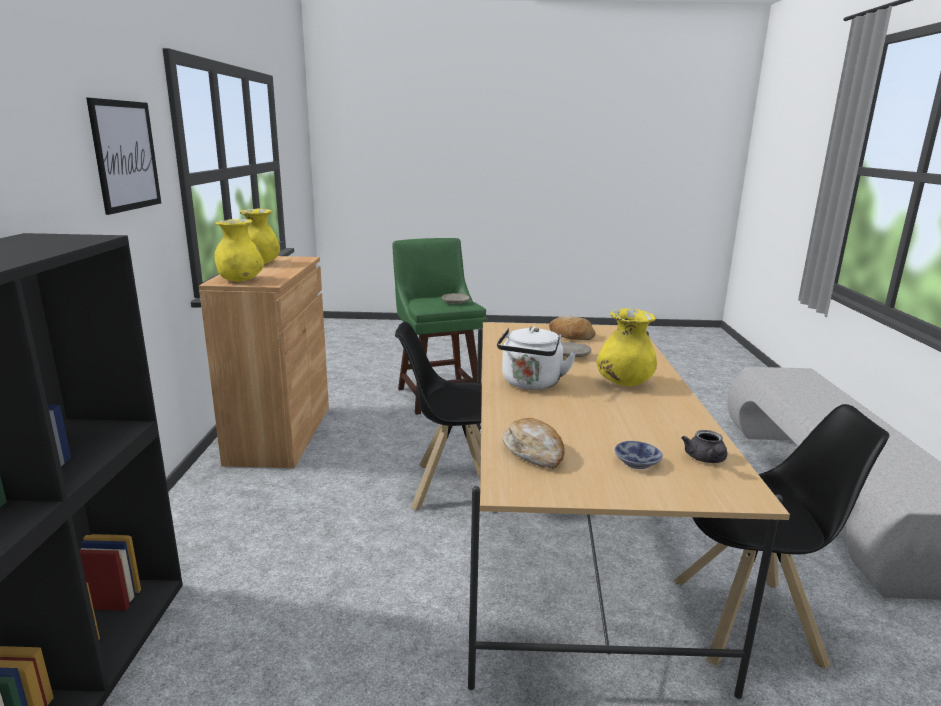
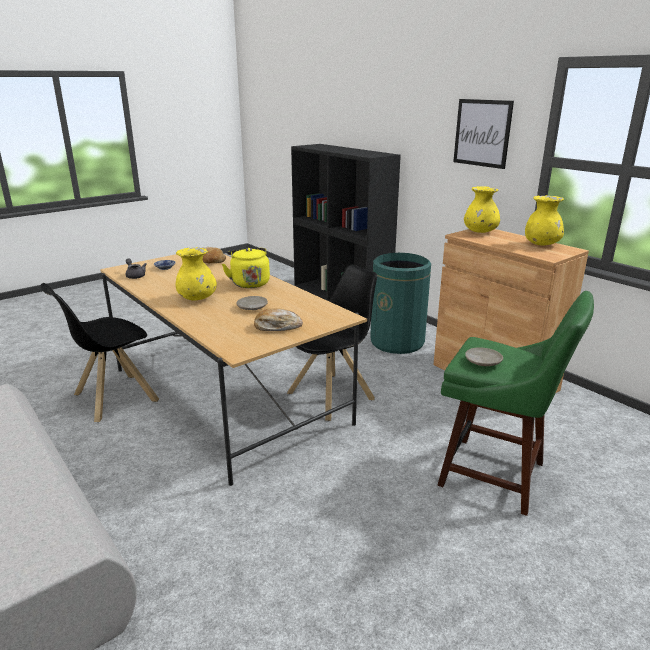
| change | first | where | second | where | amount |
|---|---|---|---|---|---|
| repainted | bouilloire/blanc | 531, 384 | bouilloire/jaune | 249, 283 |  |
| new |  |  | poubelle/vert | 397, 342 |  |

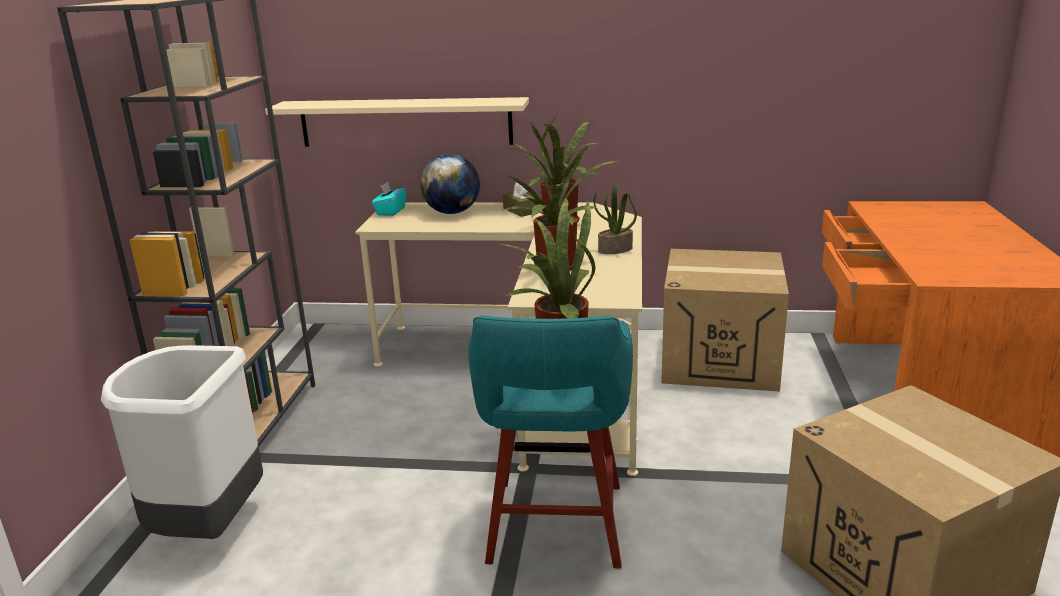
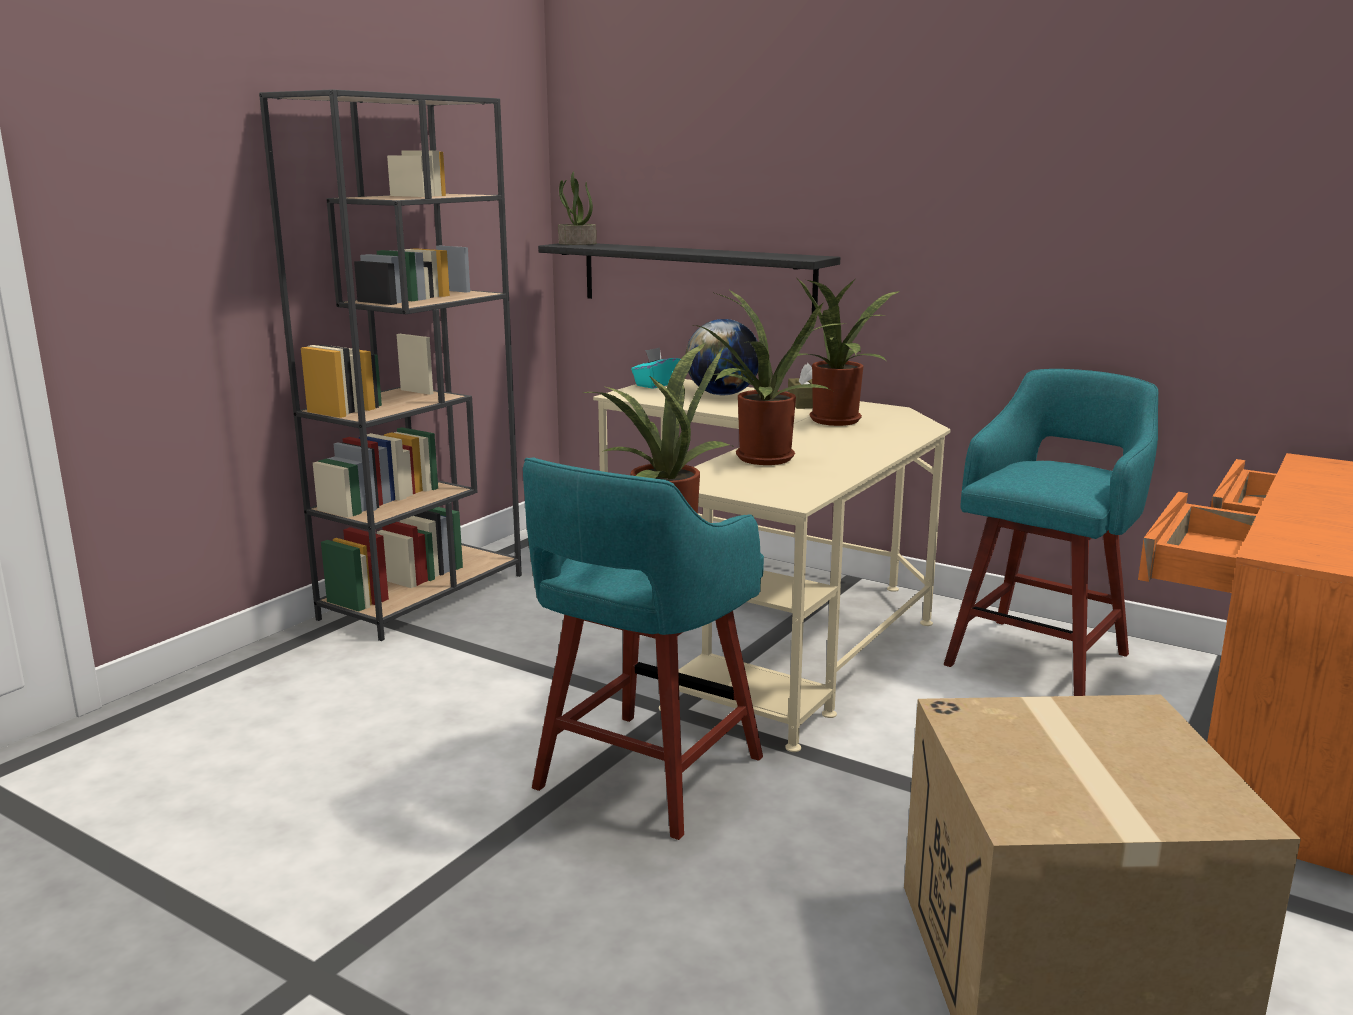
| change | first | where | second | where | amount |
|---|---|---|---|---|---|
| repainted | étagère/beige | 405, 122 | étagère/noir | 695, 278 |  |
| shifted | plante en pot | 615, 250 |  | 576, 244 |  |
| swapped | carton | 720, 360 | tabouret/turquoise | 1040, 657 |  |
| gone | poubelle/blanc | 207, 528 |  |  |  |

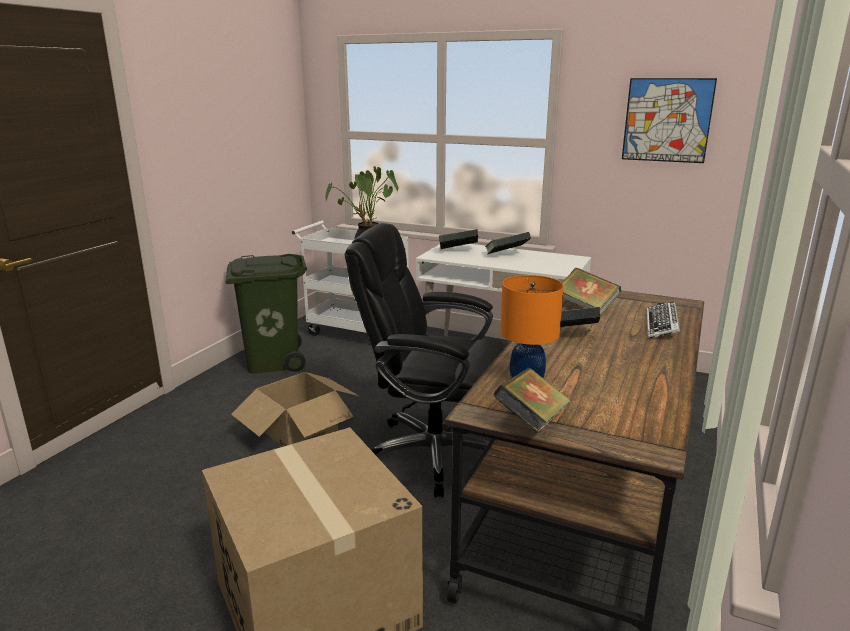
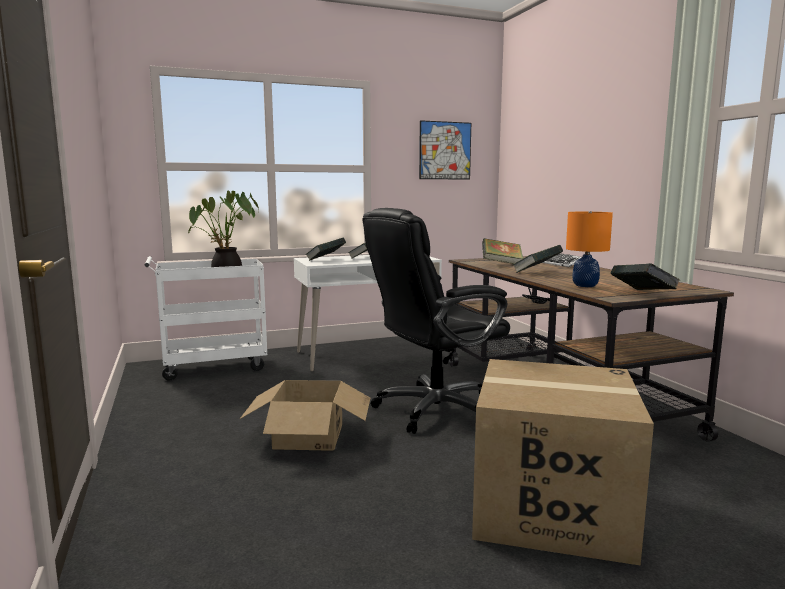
| change | first | where | second | where | amount |
|---|---|---|---|---|---|
| gone | poubelle/vert | 272, 361 |  |  |  |

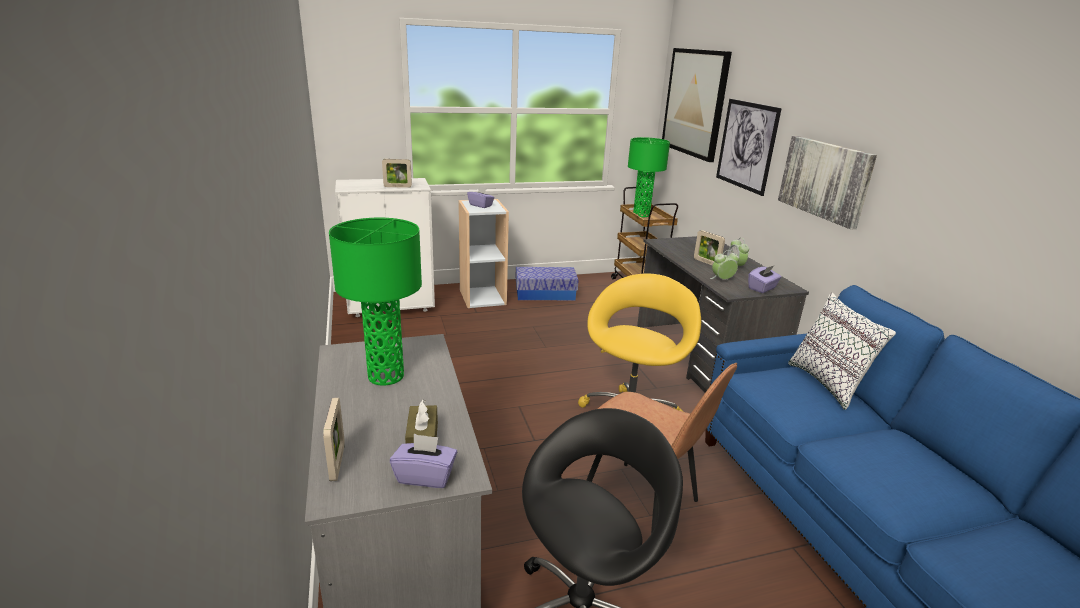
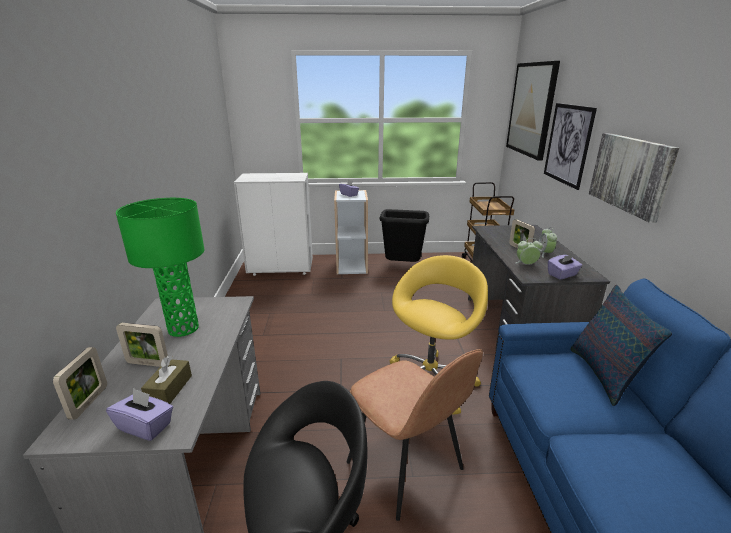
| change | first | where | second | where | amount |
|---|---|---|---|---|---|
| gone | lampe de table/vert | 641, 215 |  |  |  |
| shifted | cadre photo | 397, 187 |  | 148, 363 |  |
| swapped | boîte de rangement | 545, 294 | poubelle/noir | 402, 266 |  |
| repainted | coussin/blanc | 826, 384 | coussin/bleu | 603, 375 |  |

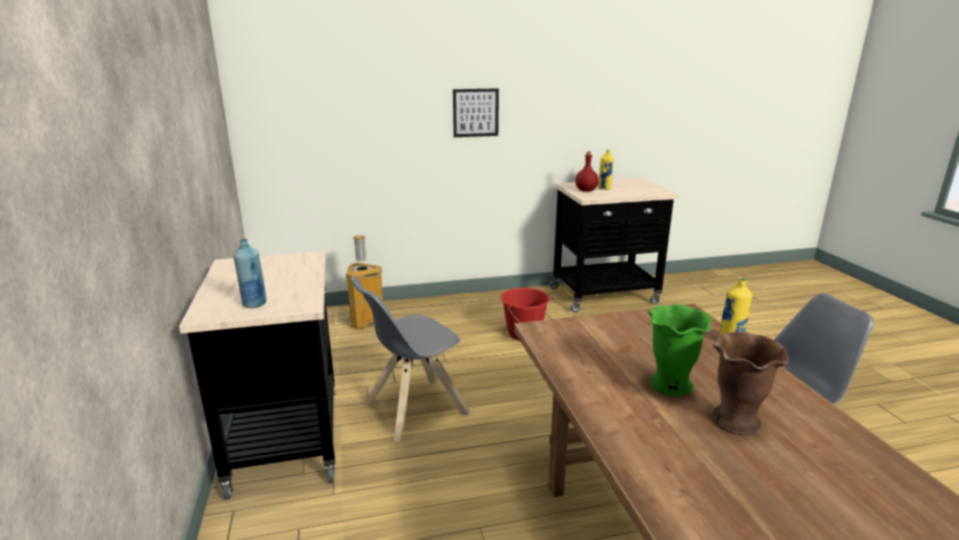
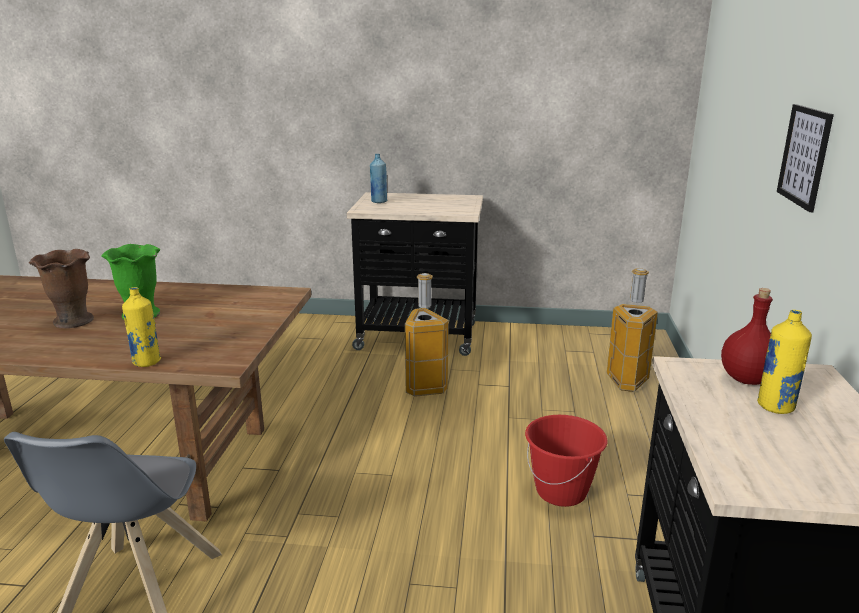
| change | first | where | second | where | amount |
|---|---|---|---|---|---|
| swapped | chaise/gris | 413, 409 | poubelle | 424, 387 |  |

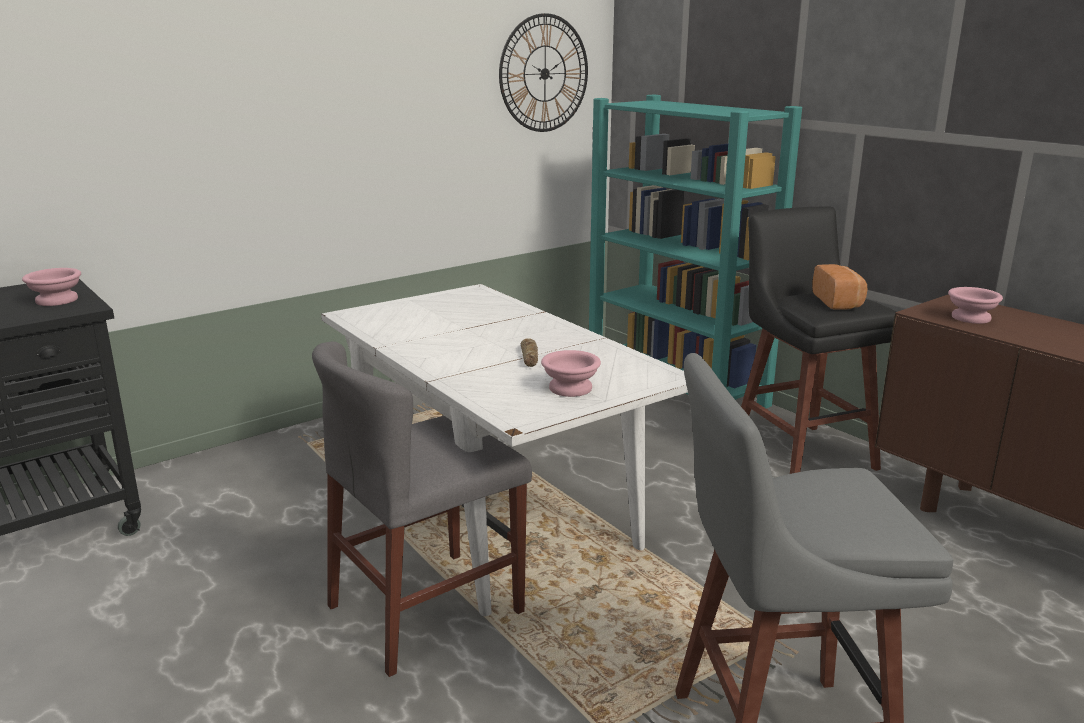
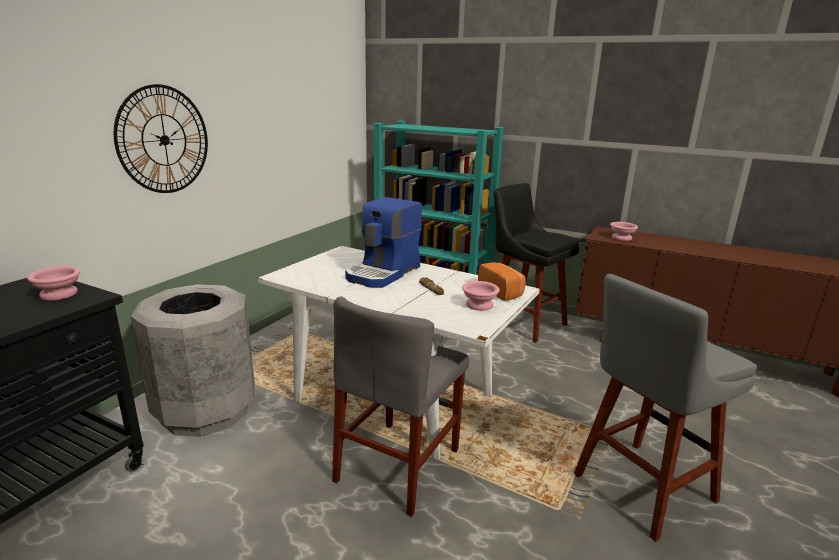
| change | first | where | second | where | amount |
|---|---|---|---|---|---|
| shifted | horloge murale | 544, 73 |  | 164, 140 |  |
| shifted | pain | 839, 302 |  | 502, 291 |  |
| new |  |  | machine à café | 384, 273 |  |
| new |  |  | poubelle/gris | 207, 410 |  |

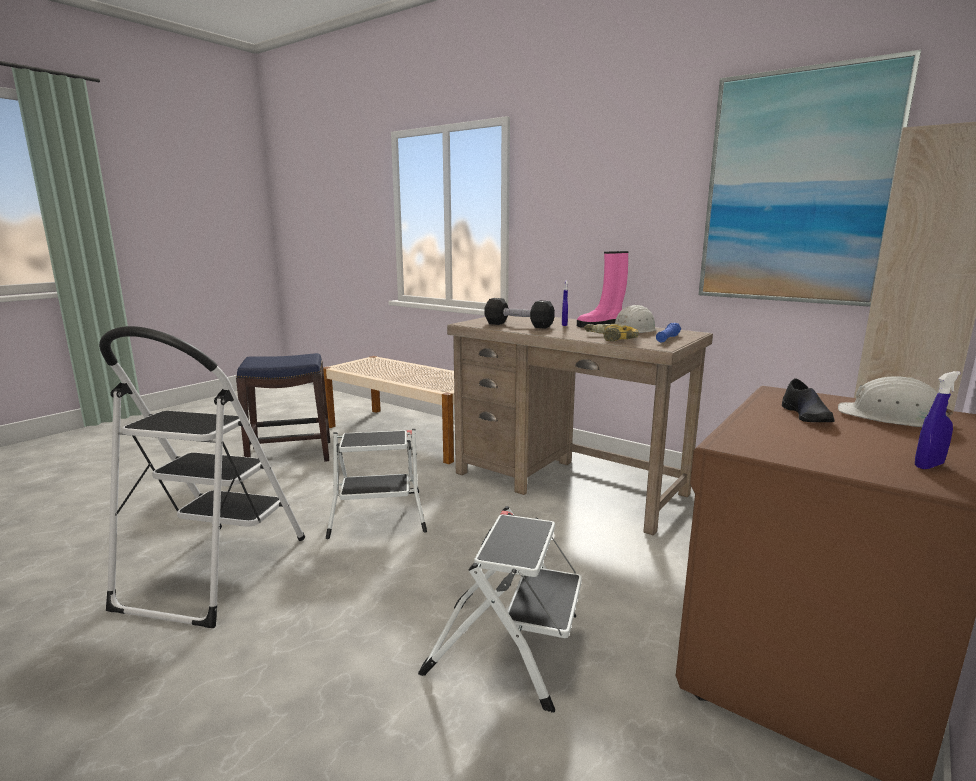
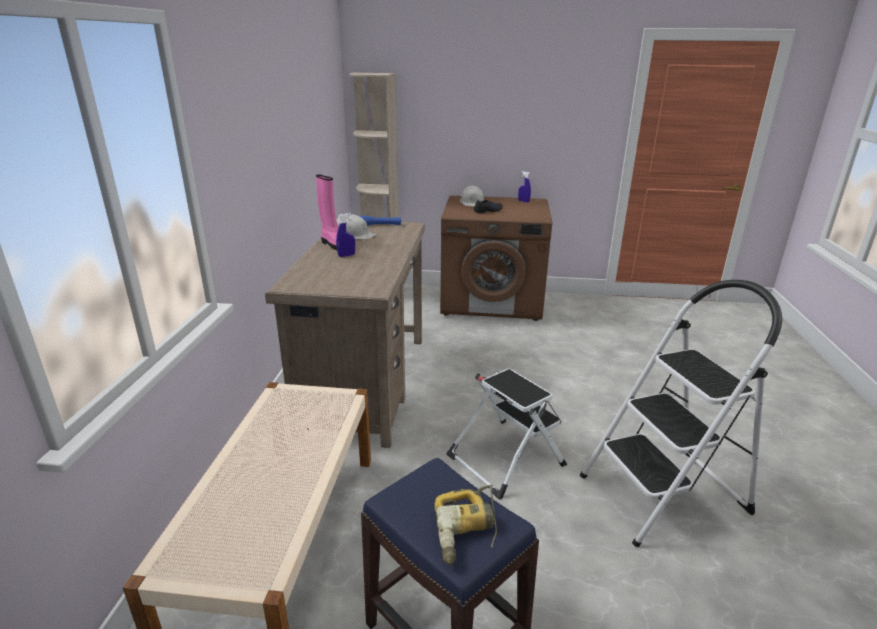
| change | first | where | second | where | amount |
|---|---|---|---|---|---|
| gone | tableau | 796, 189 |  |  |  |
| gone | haltère/noir | 518, 325 |  |  |  |
| shifted | perceuse | 609, 338 |  | 467, 530 |  |
| gone | escabeau | 505, 646 |  |  |  |

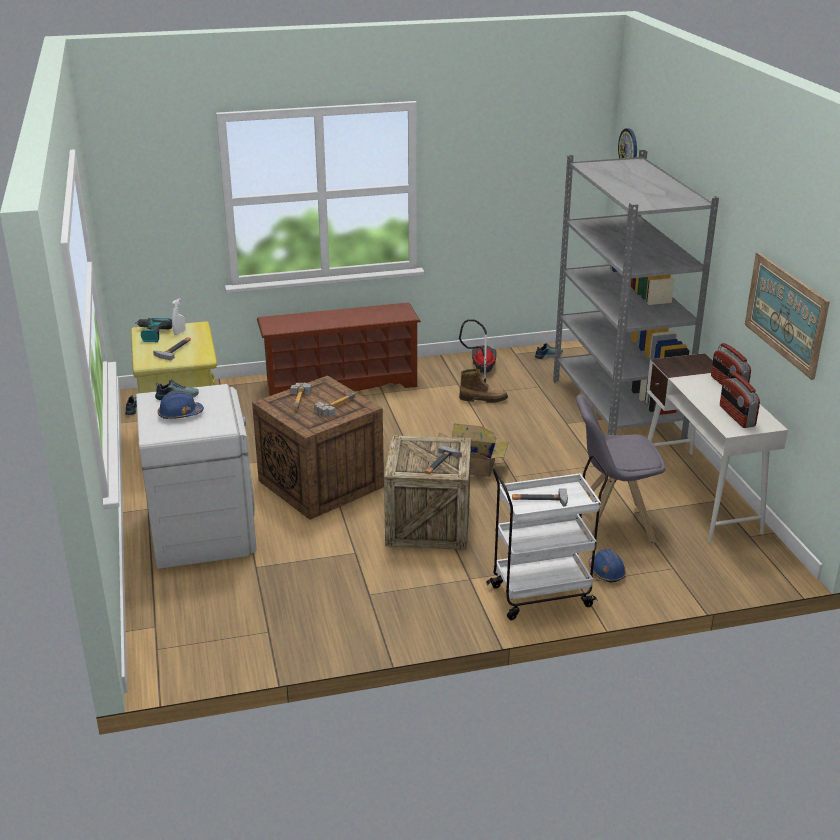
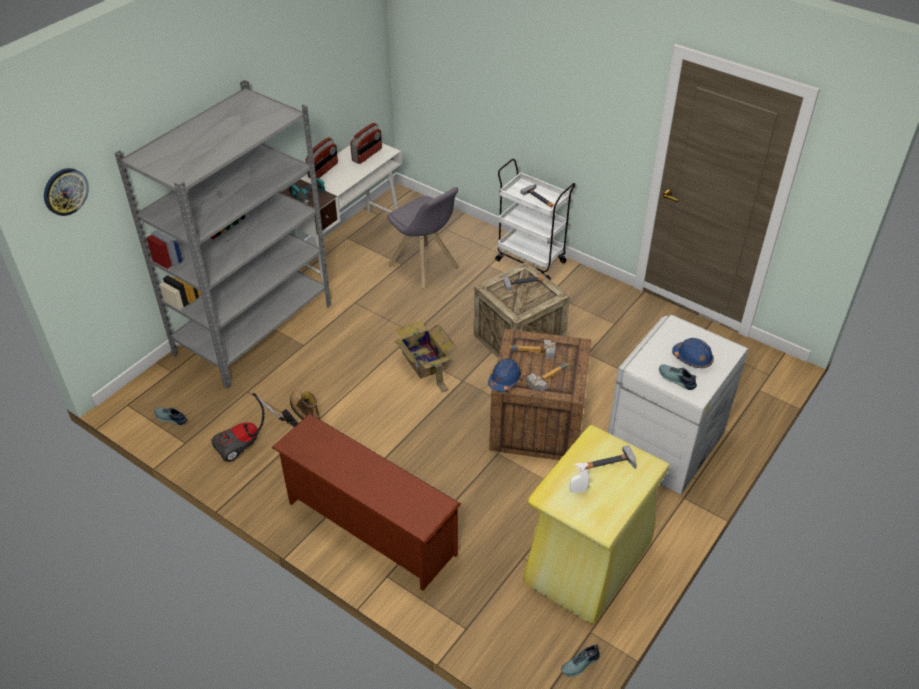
| change | first | where | second | where | amount |
|---|---|---|---|---|---|
| gone | tableau | 785, 313 |  |  |  |
| shifted | perceuse | 151, 334 |  | 310, 196 |  |
| shifted | casque de chantier/bleu | 606, 572 |  | 504, 380 |  |

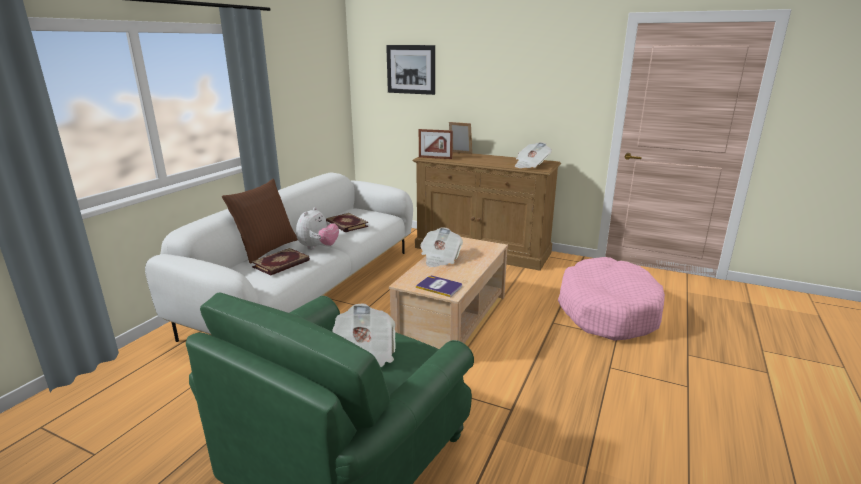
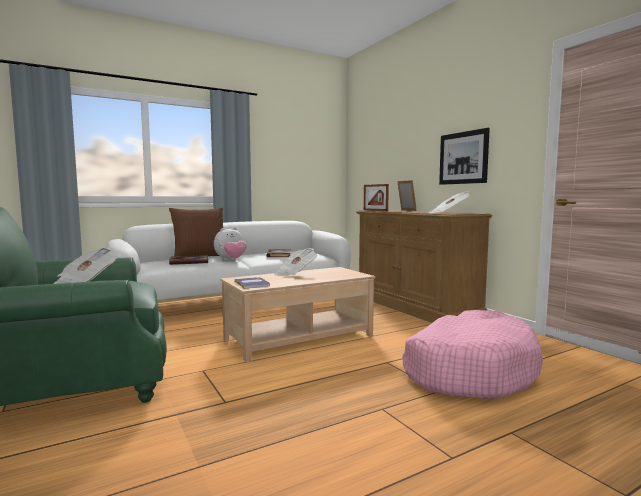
| change | first | where | second | where | amount |
|---|---|---|---|---|---|
| shifted | tableau | 411, 69 |  | 463, 158 |  |

